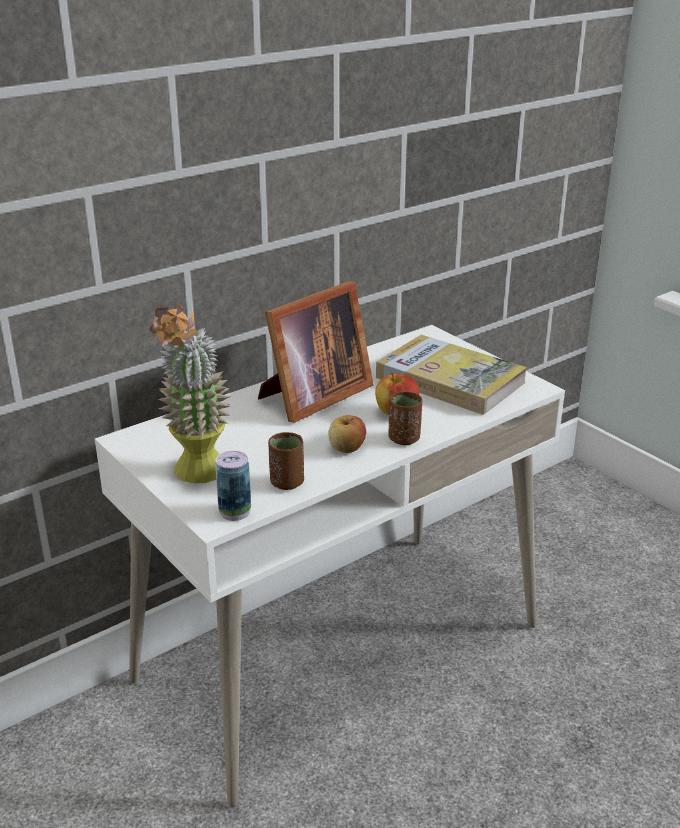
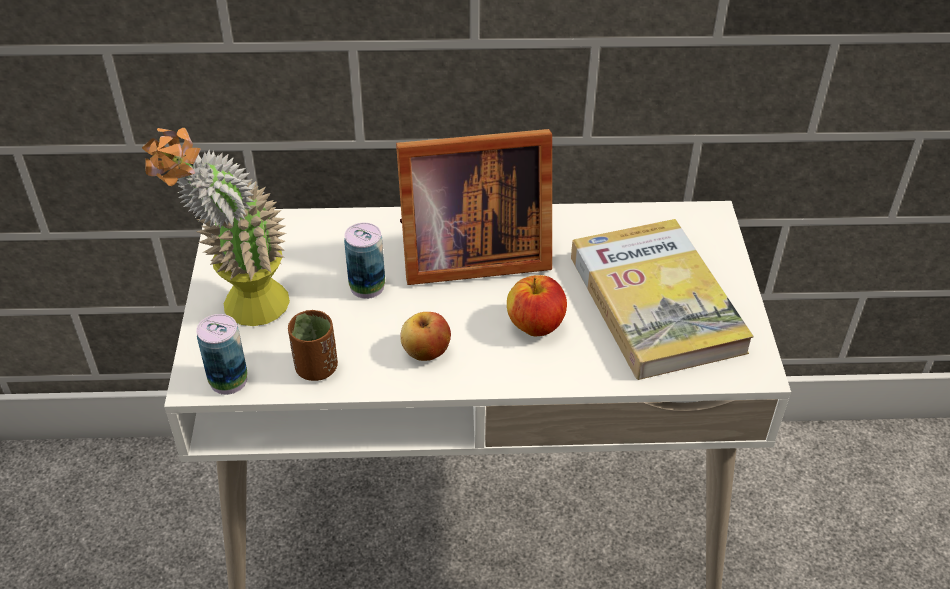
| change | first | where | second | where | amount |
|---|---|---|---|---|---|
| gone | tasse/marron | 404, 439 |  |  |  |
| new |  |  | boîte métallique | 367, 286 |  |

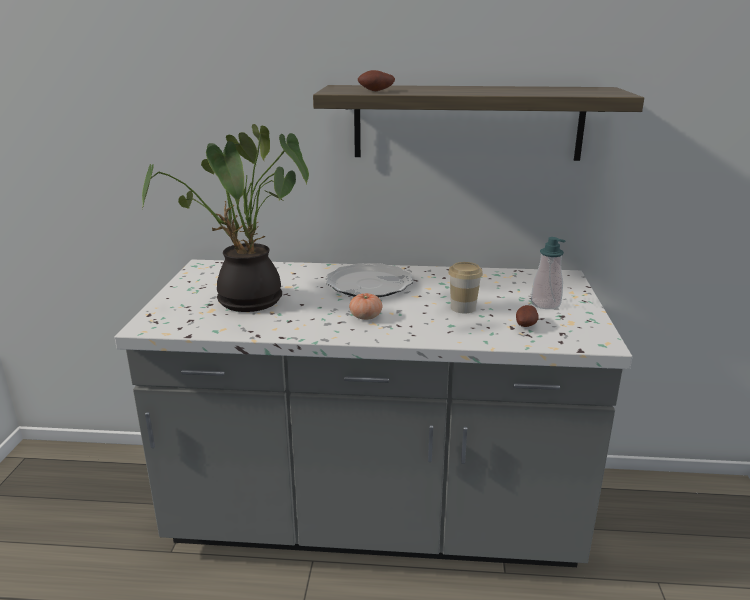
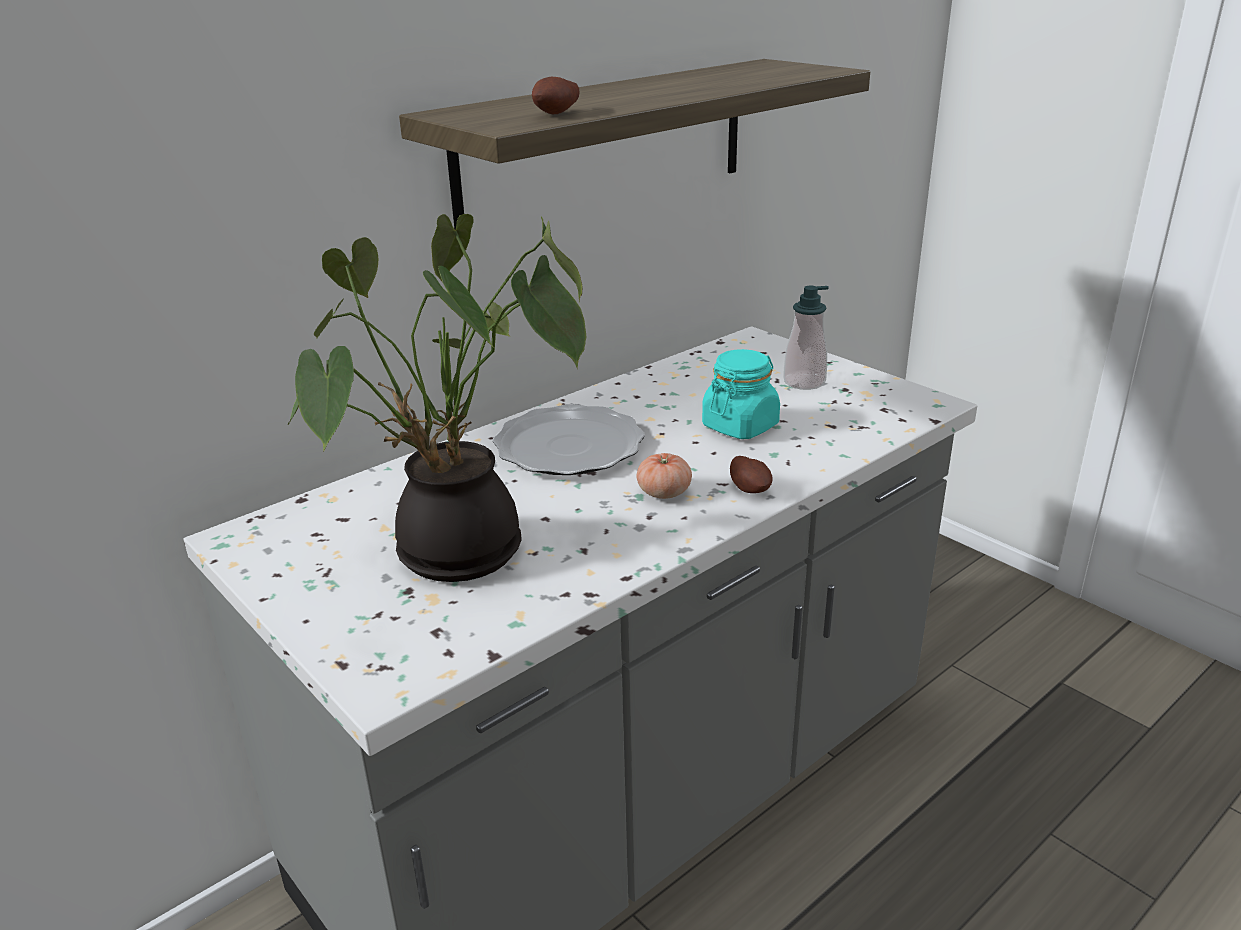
| change | first | where | second | where | amount |
|---|---|---|---|---|---|
| swapped | tasse | 463, 308 | bocal/turquoise | 740, 426 |  |
| shifted | pomme de terre | 526, 325 |  | 750, 489 |  |

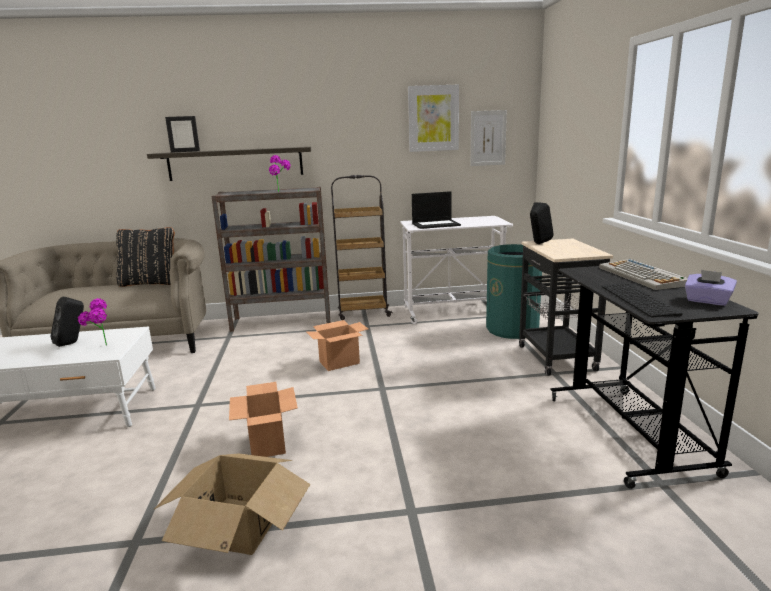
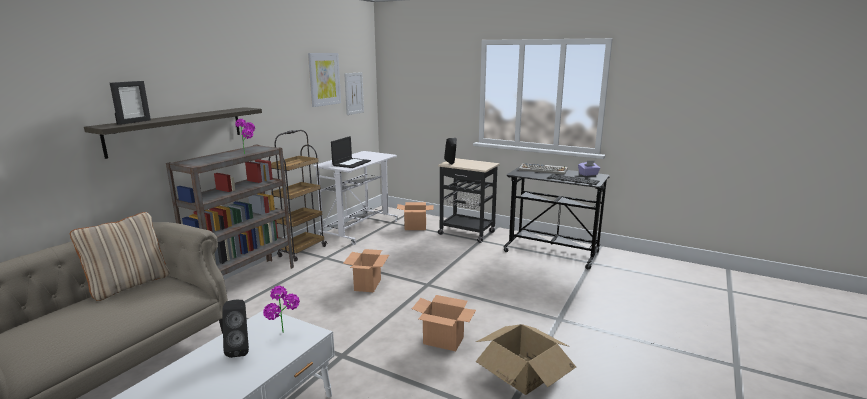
| change | first | where | second | where | amount |
|---|---|---|---|---|---|
| repainted | coussin/noir | 150, 283 | coussin/beige | 129, 285 |  |
| swapped | poubelle/vert | 512, 329 | carton | 415, 227 |  |

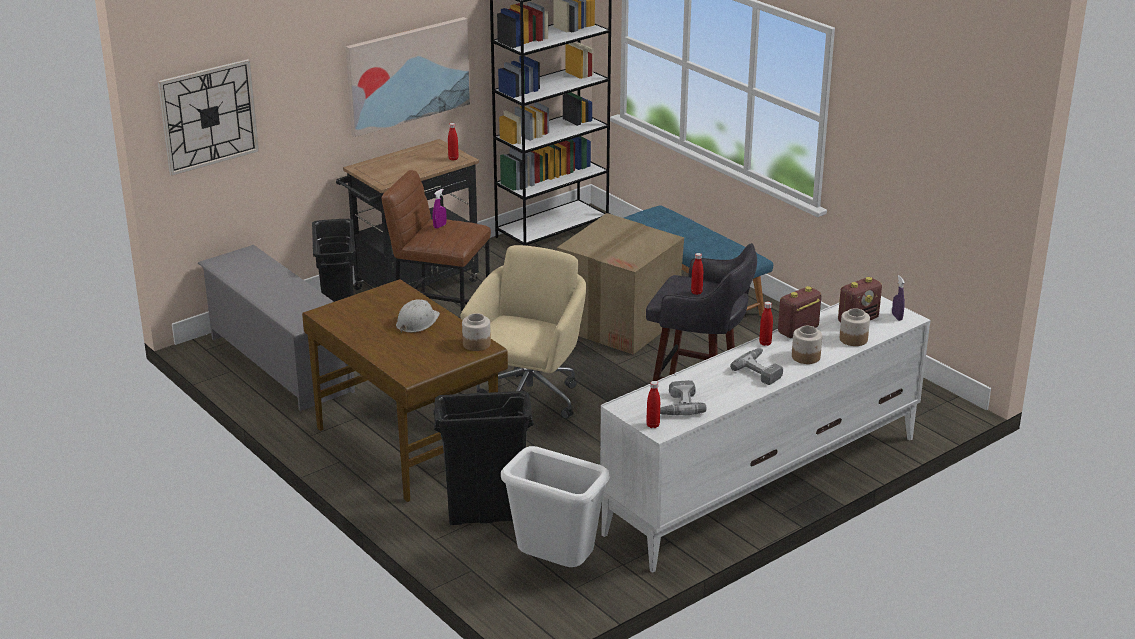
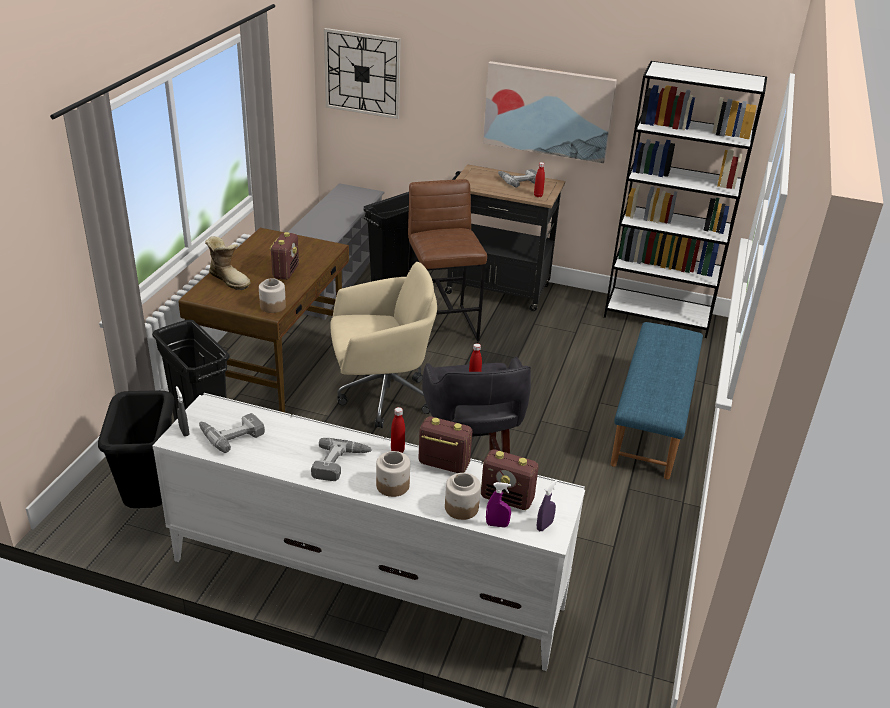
| change | first | where | second | where | amount |
|---|---|---|---|---|---|
| shifted | vaporisateur/violet | 440, 226 |  | 497, 525 |  |
| gone | carton | 620, 322 |  |  |  |
| swapped | casque de chantier/blanc | 417, 322 | radio | 286, 272 |  |
| swapped | bouteille/rouge | 653, 425 | vaporisateur/gris | 184, 431 |  |
| repainted | poubelle/blanc | 554, 567 | poubelle/noir | 151, 500 |  |
| new |  |  | perceuse | 518, 180 |  |
| new |  |  | botte | 229, 279 |  |

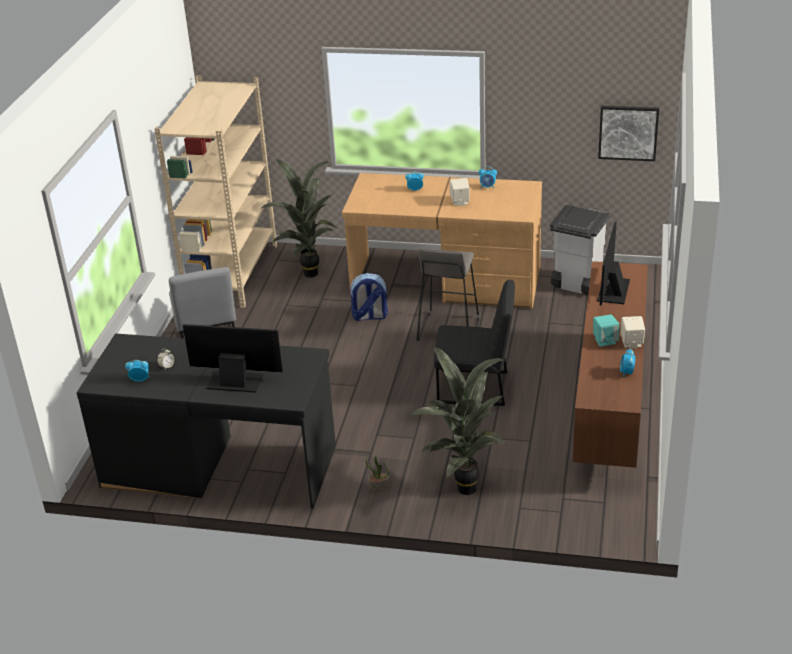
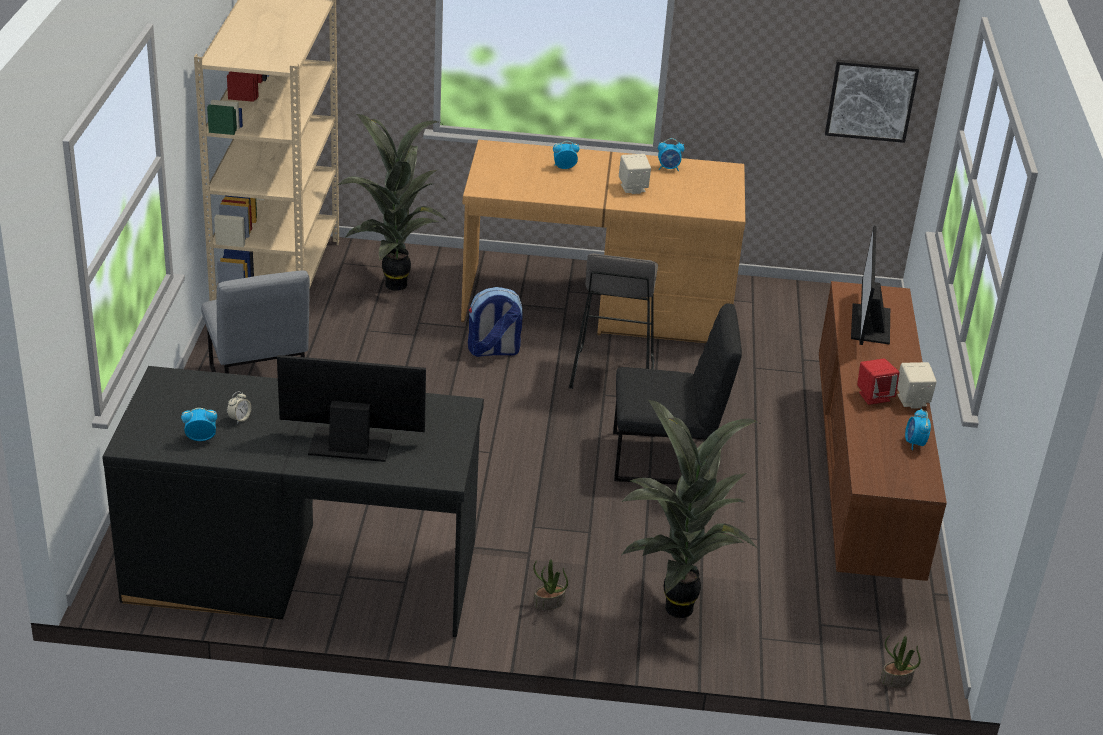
| change | first | where | second | where | amount |
|---|---|---|---|---|---|
| gone | poubelle/gris | 576, 283 |  |  |  |
| repainted | enceinte/turquoise | 605, 341 | enceinte/rouge | 874, 396 |  |
| new |  |  | plante en pot | 896, 680 |  |

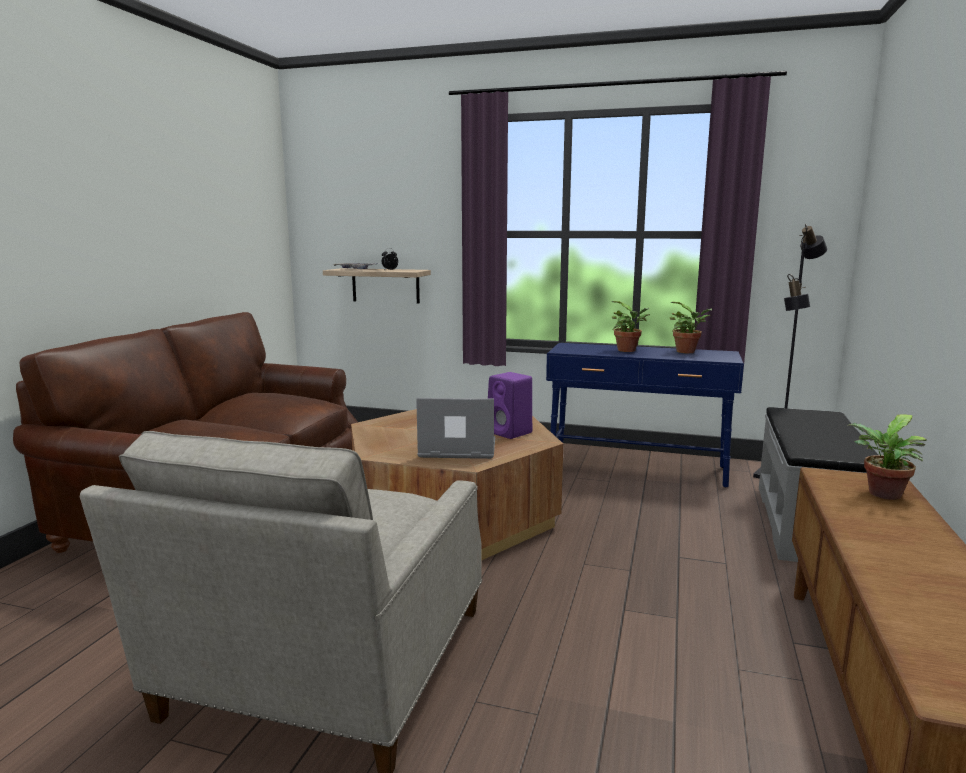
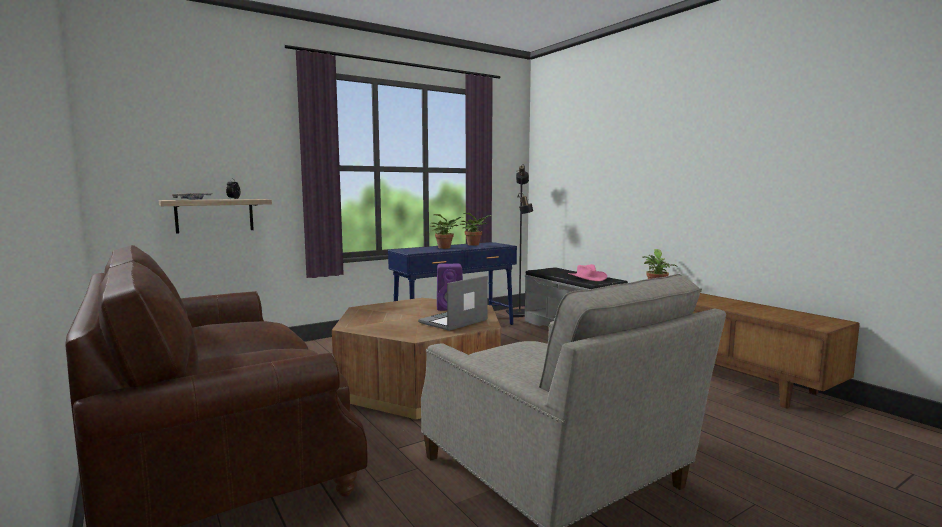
| change | first | where | second | where | amount |
|---|---|---|---|---|---|
| new |  |  | chapeau/rose | 587, 277 |  |

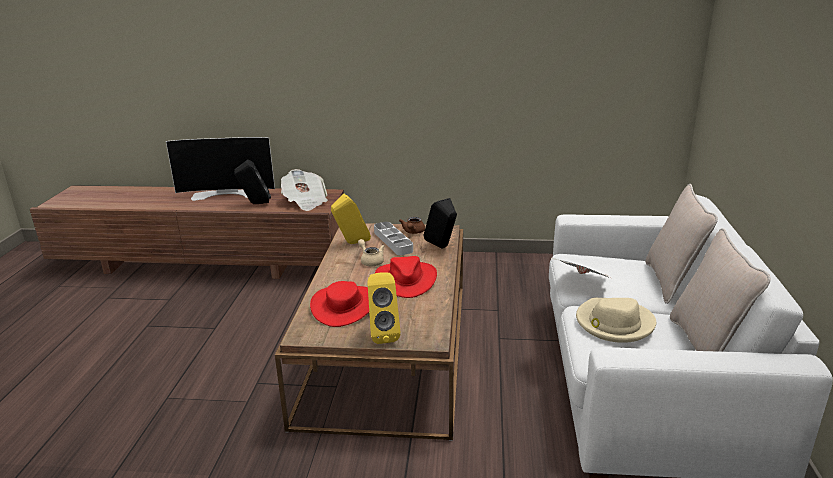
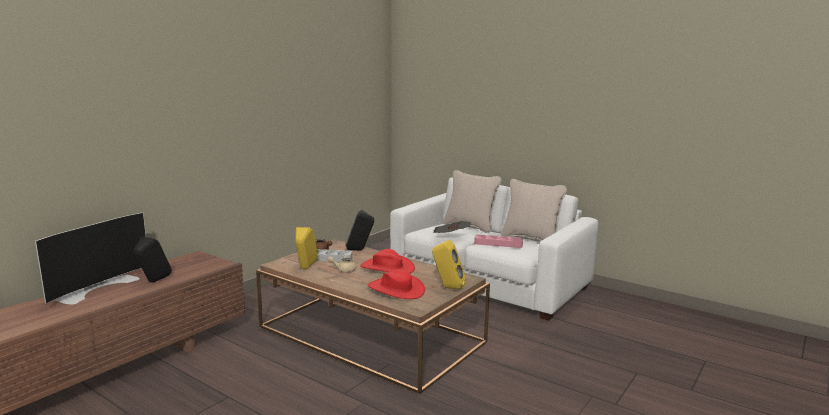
| change | first | where | second | where | amount |
|---|---|---|---|---|---|
| gone | journal | 305, 202 |  |  |  |
| swapped | chapeau/beige | 614, 323 | plateau/rose | 498, 244 |  |

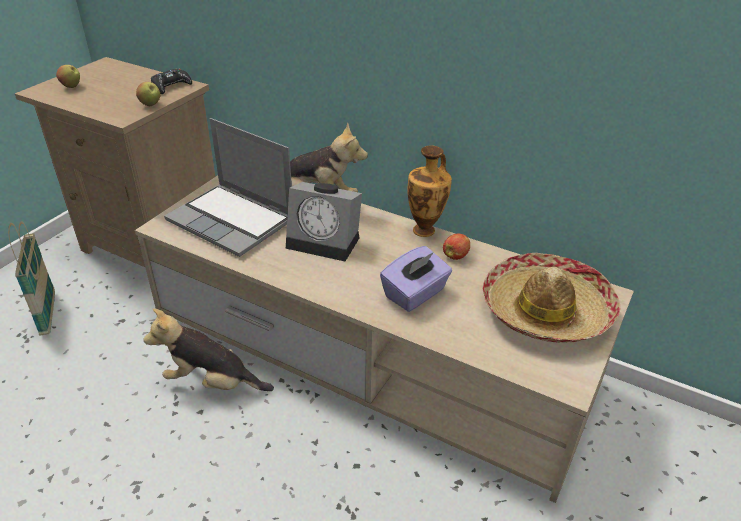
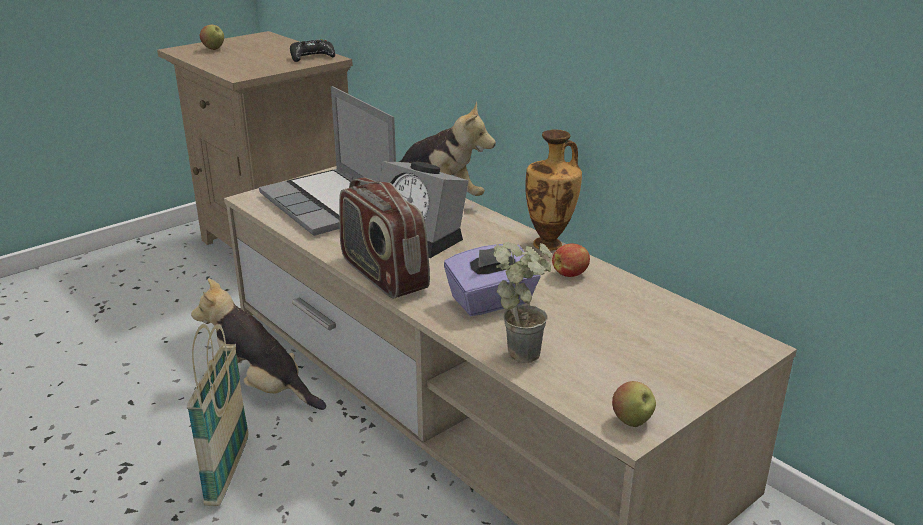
| change | first | where | second | where | amount |
|---|---|---|---|---|---|
| shifted | pomme | 150, 104 |  | 632, 421 |  |
| shifted | panier | 48, 314 |  | 228, 471 |  |
| gone | chapeau | 546, 310 |  |  |  |
| new |  |  | radio | 383, 274 |  |
| new |  |  | plante en pot | 523, 349 |  |

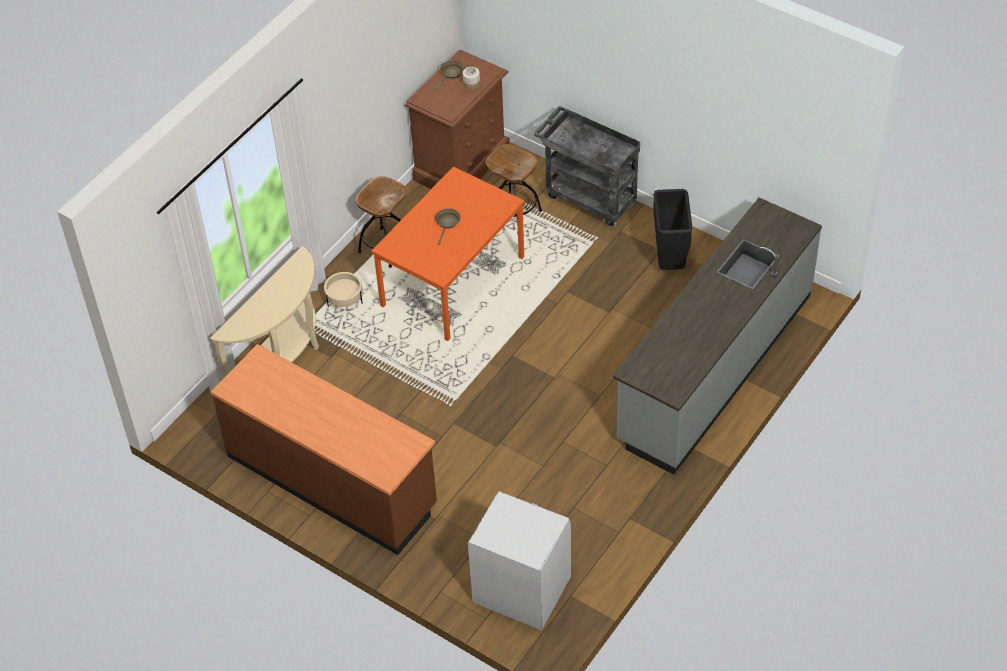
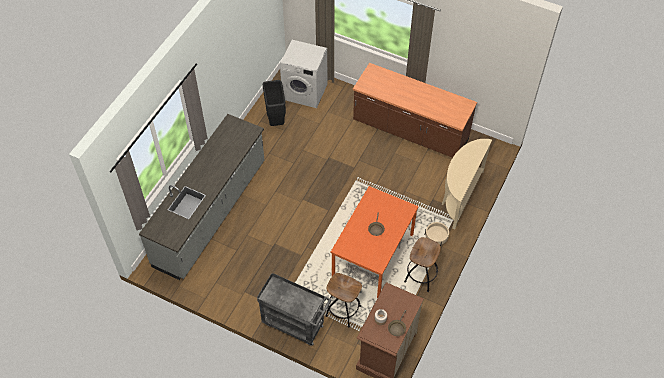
| change | first | where | second | where | amount |
|---|---|---|---|---|---|
| shifted | poubelle/noir | 670, 261 |  | 275, 120 |  |

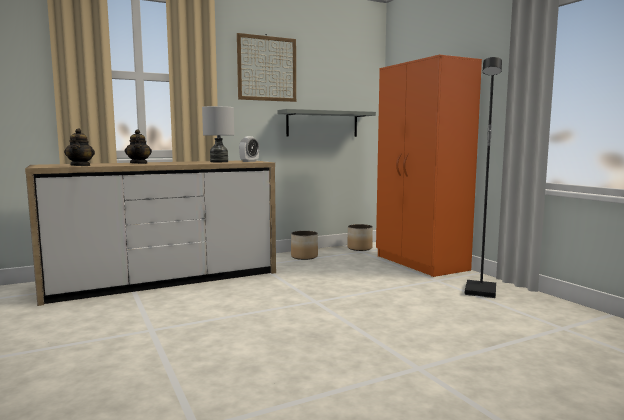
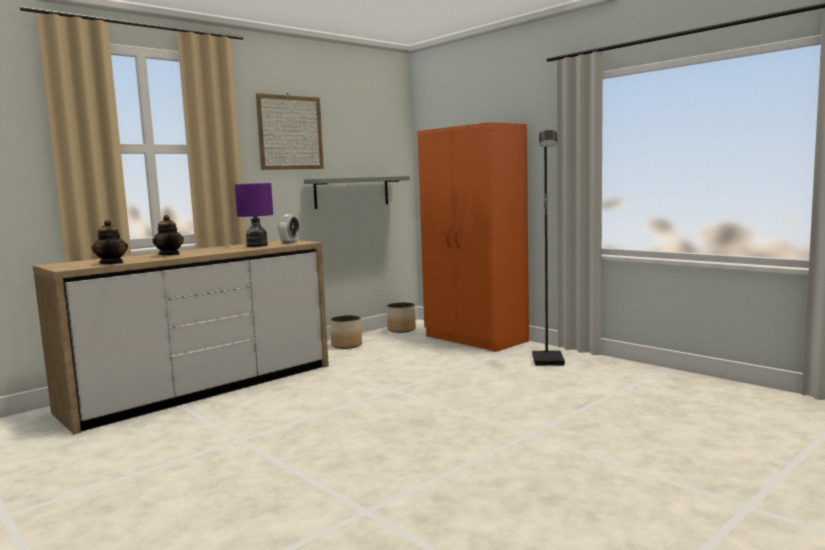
| change | first | where | second | where | amount |
|---|---|---|---|---|---|
| repainted | lampe de table/gris | 219, 162 | lampe de table/violet | 257, 246 |  |

